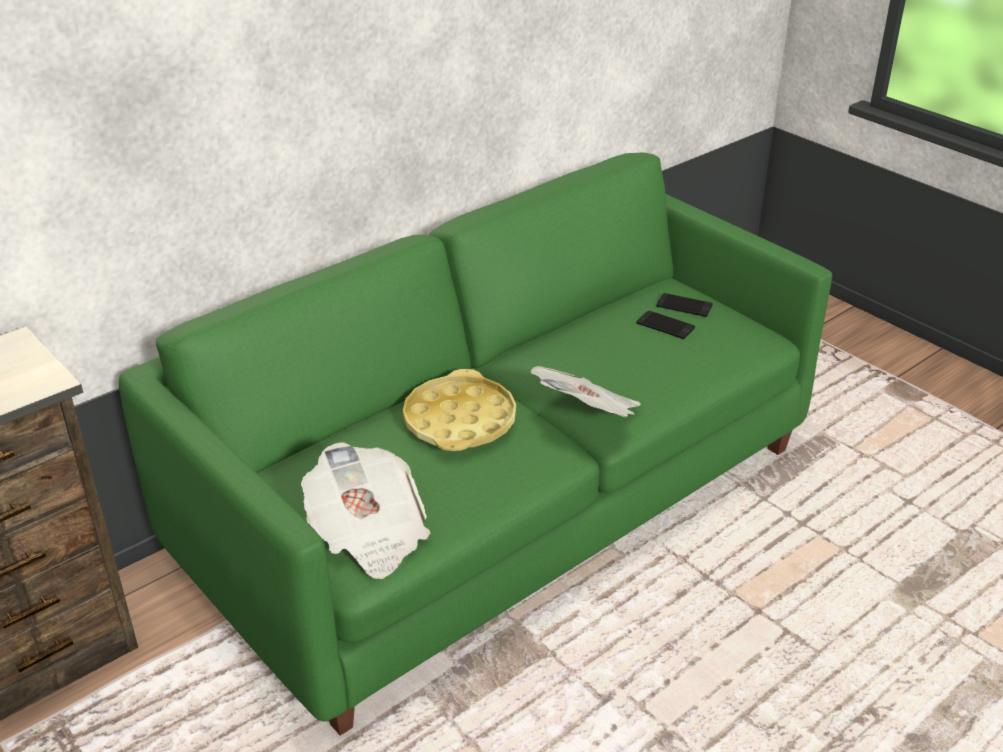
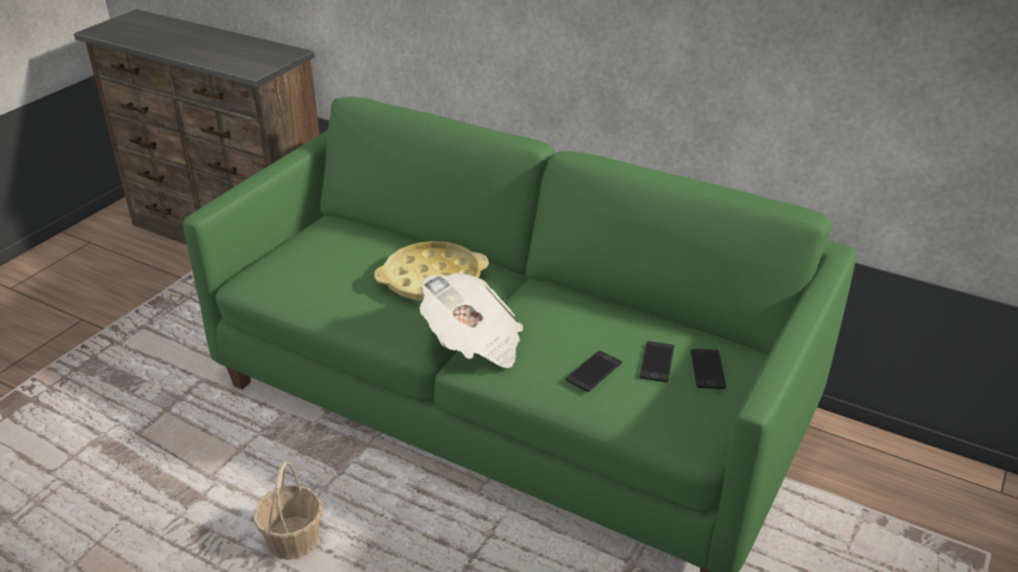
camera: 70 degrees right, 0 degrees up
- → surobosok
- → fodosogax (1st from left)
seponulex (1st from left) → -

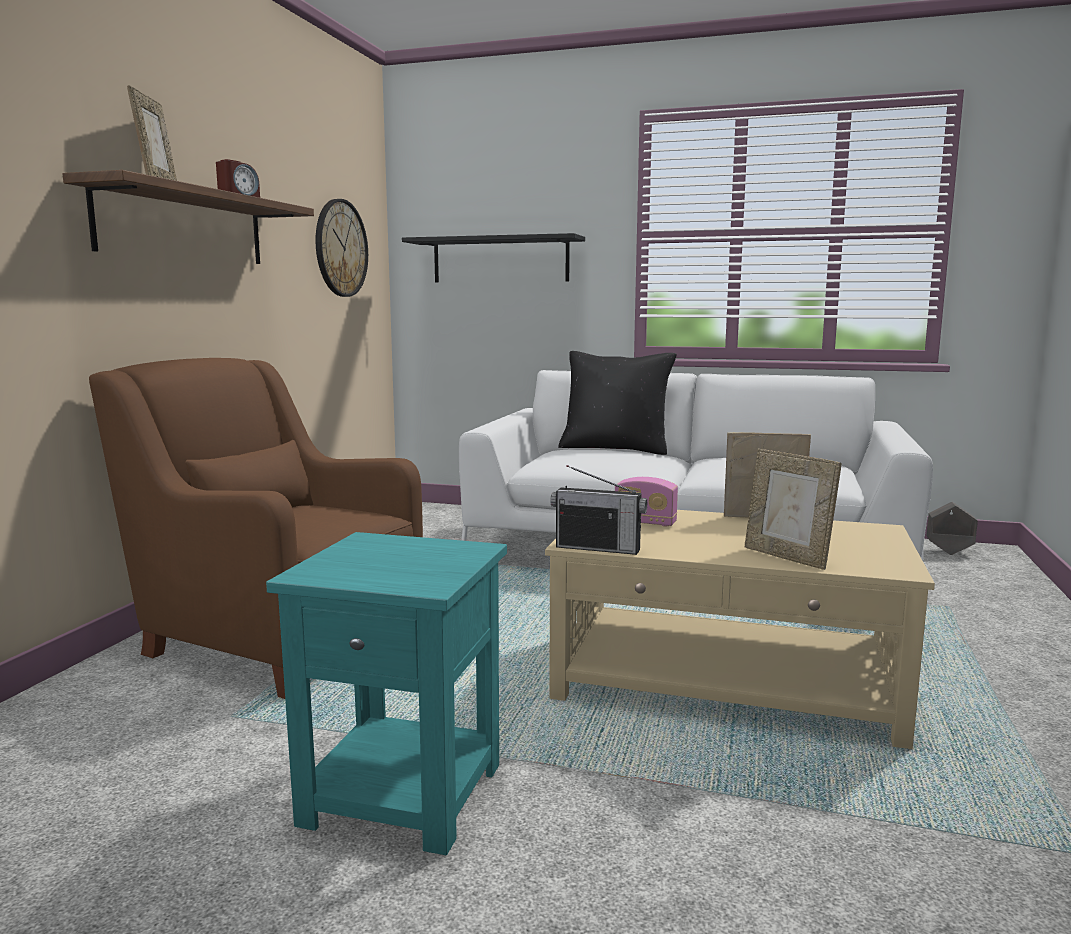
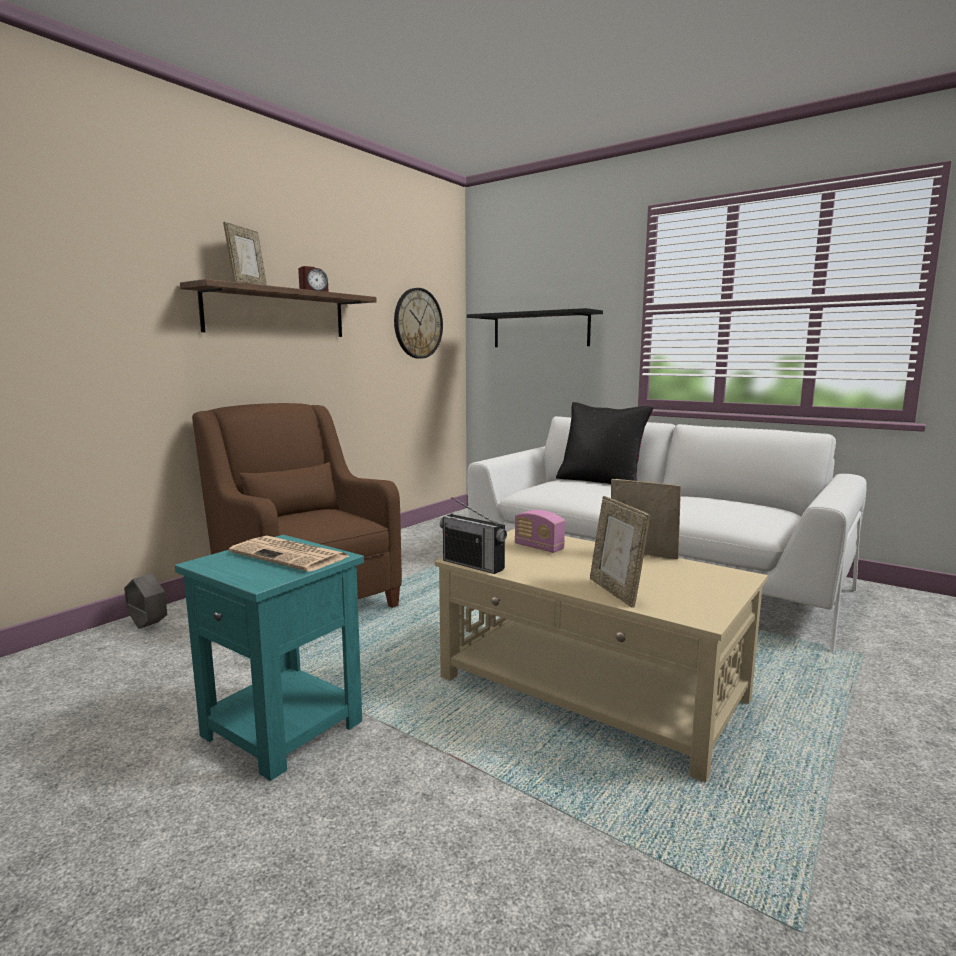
camera: 20 degrees right, 0 degrees up
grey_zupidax, move
- → seponulex

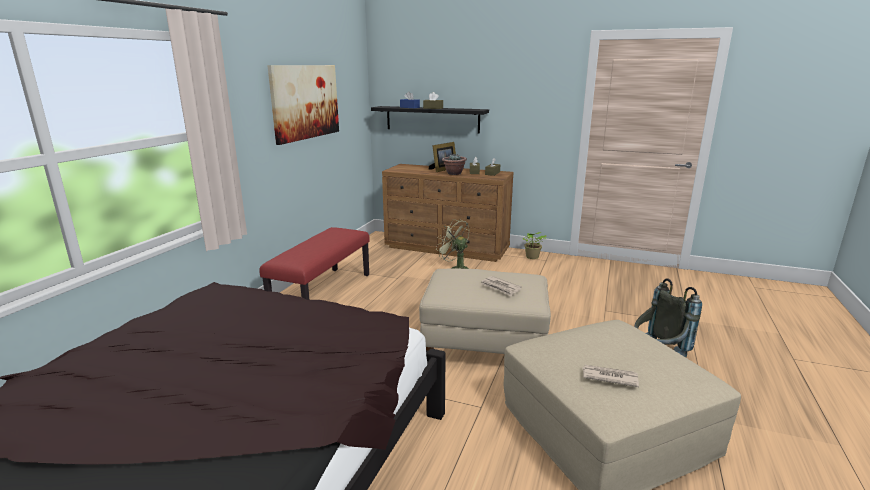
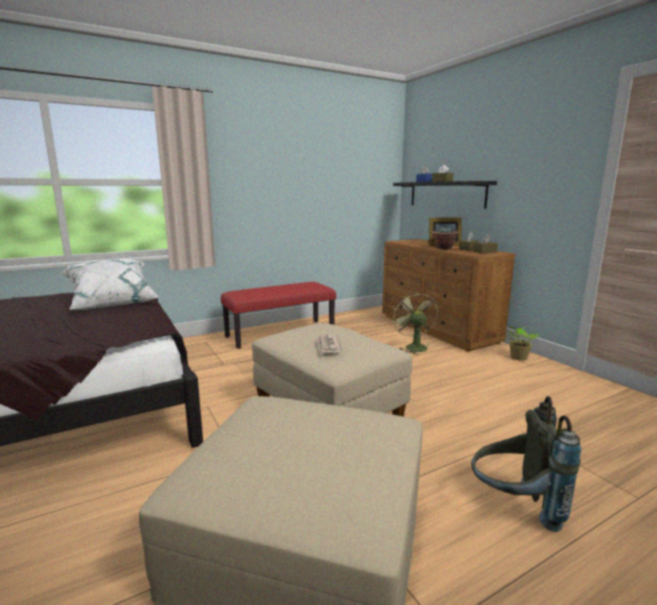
camera: 40 degrees right, 5 degrees down
- → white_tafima
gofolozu → -
seponulex (2nd from left) → -

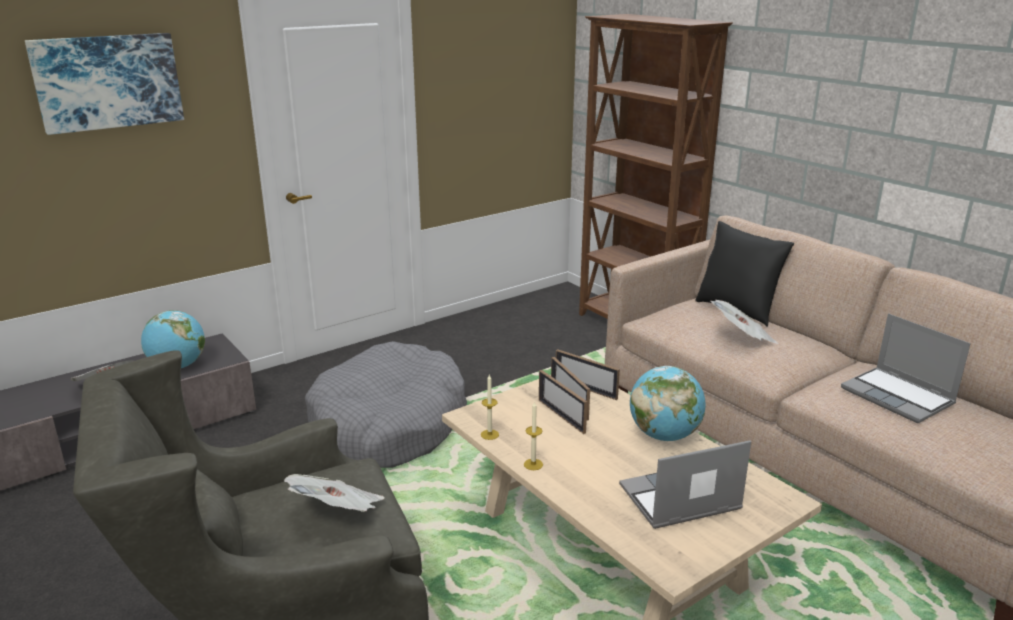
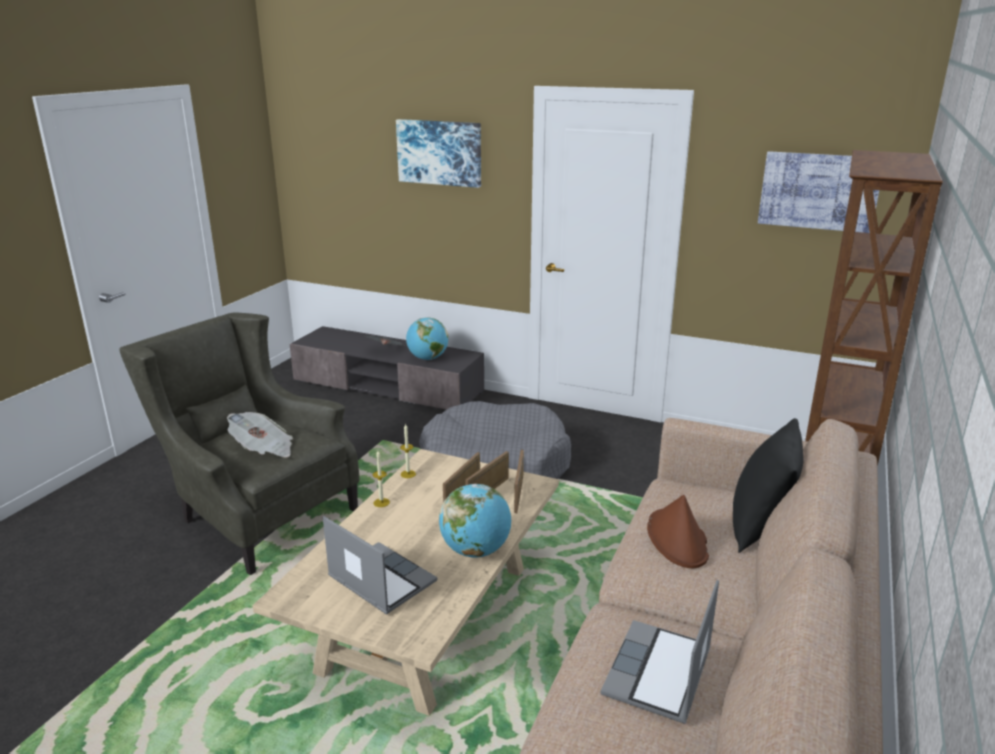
camera: 60 degrees right, 0 degrees up
seponulex (3rd from left) → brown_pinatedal
- → gofolozu (2nd from left)

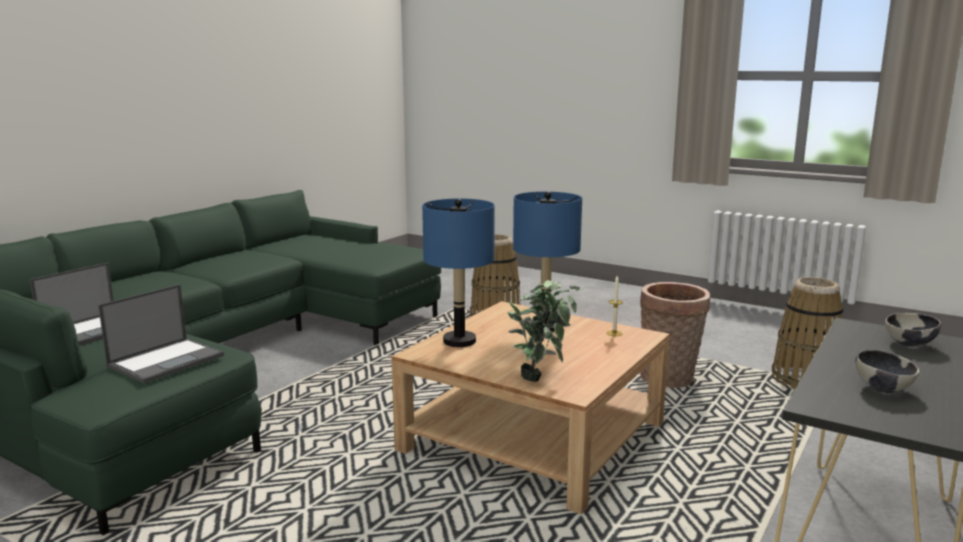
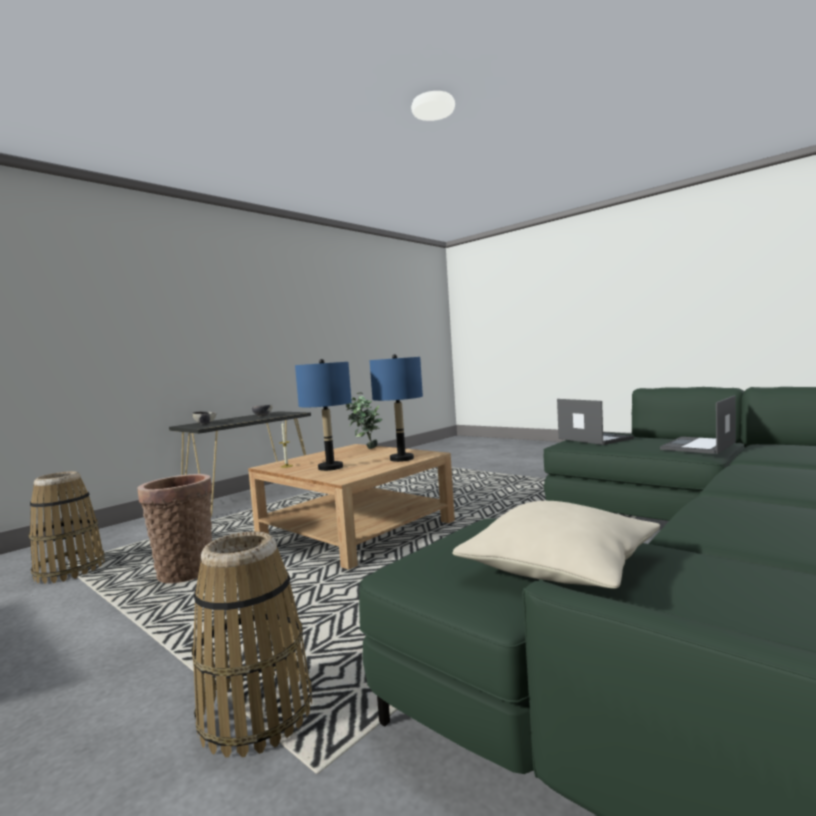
camera: 170 degrees left, 10 degrees down
- → beige_tafima
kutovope (2nd from left in the first image) → kutovope (1st from left), 105 degrees clockwise

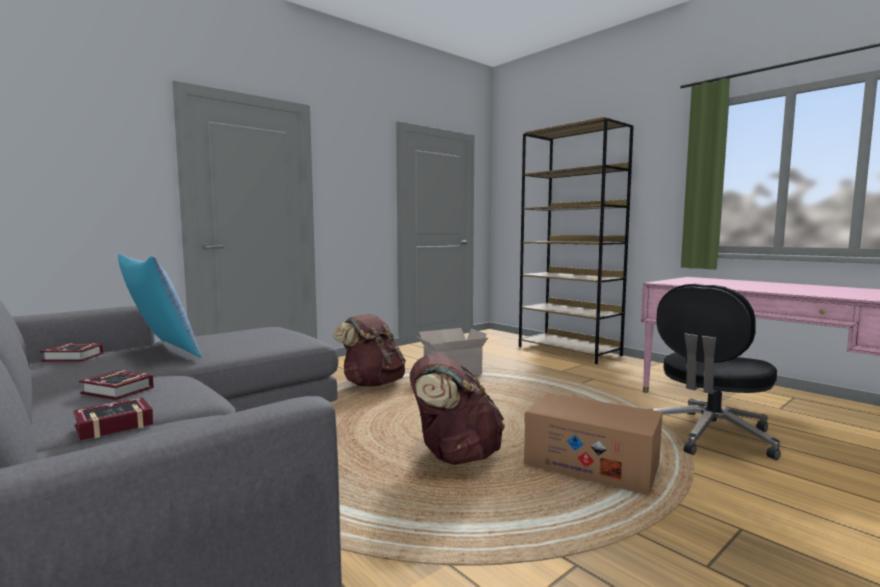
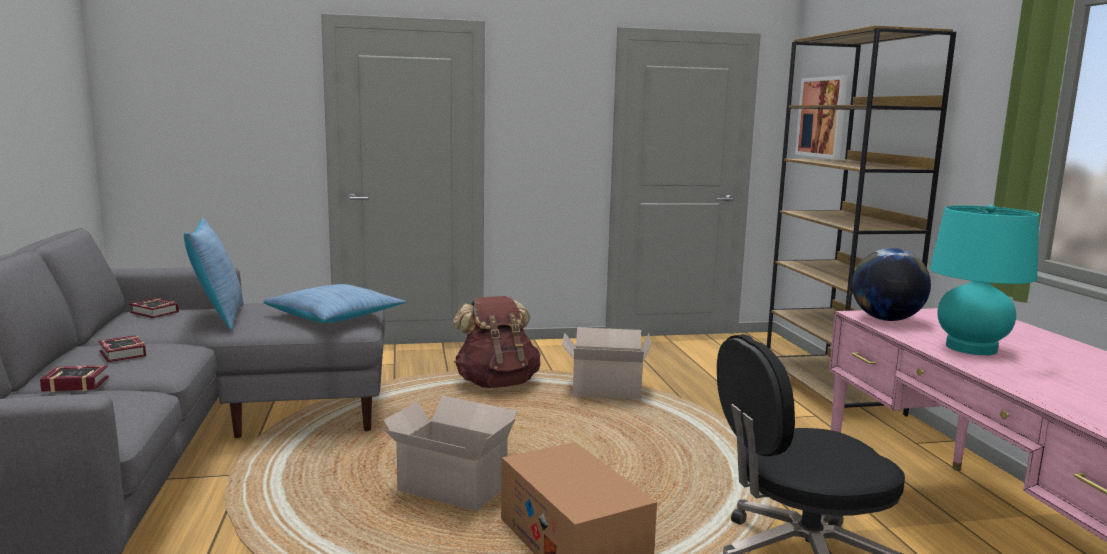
camera: 30 degrees right, 5 degrees up
- → tafima (2nd from left)
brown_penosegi (2nd from left) → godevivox (1st from left)
- → gofolozu
- → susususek
- → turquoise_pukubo

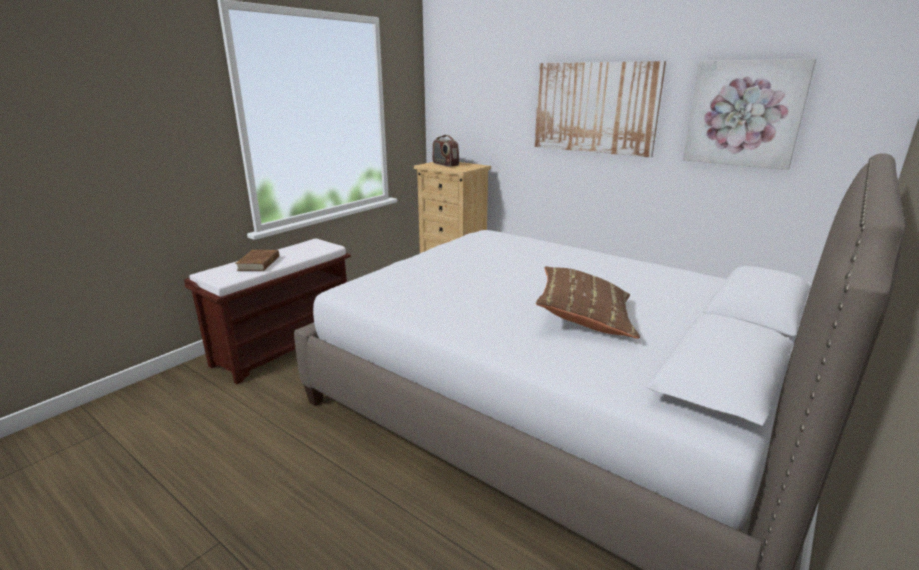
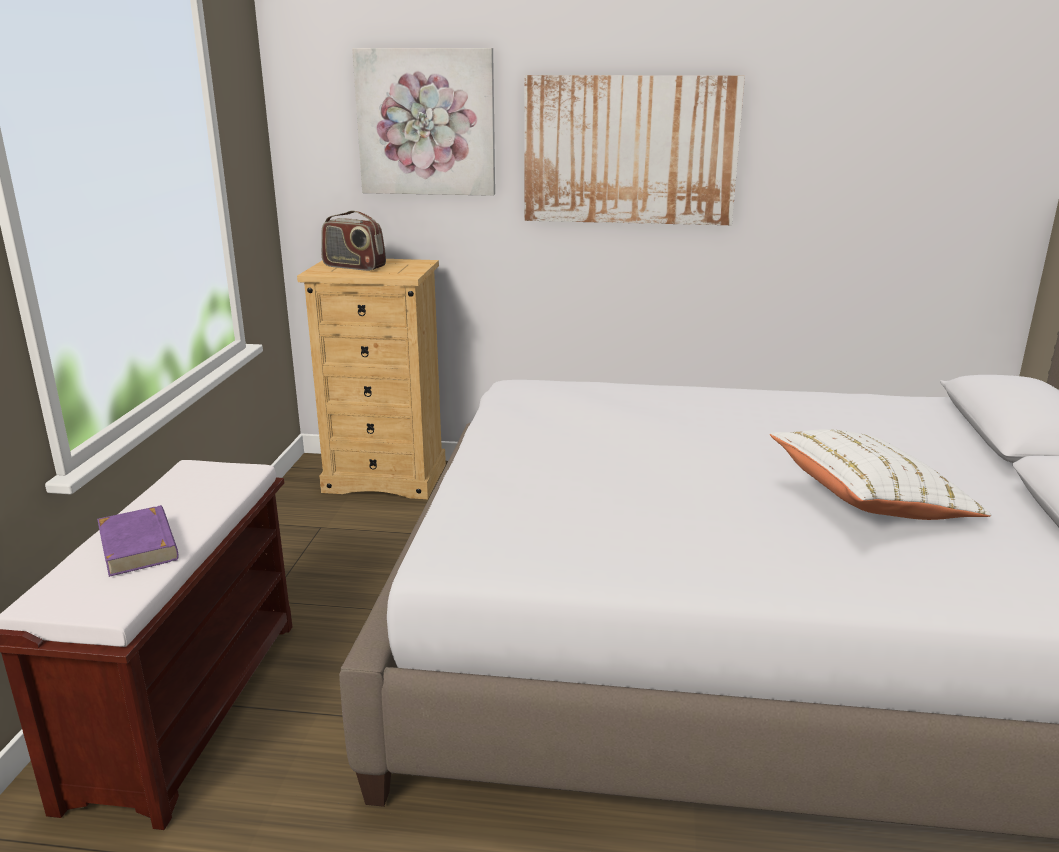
camera: 30 degrees left, 0 degrees up
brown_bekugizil → purple_bekugizil
gofolozu (2nd from left in the first image) → gofolozu (1st from left), move
brown_tafima → white_tafima

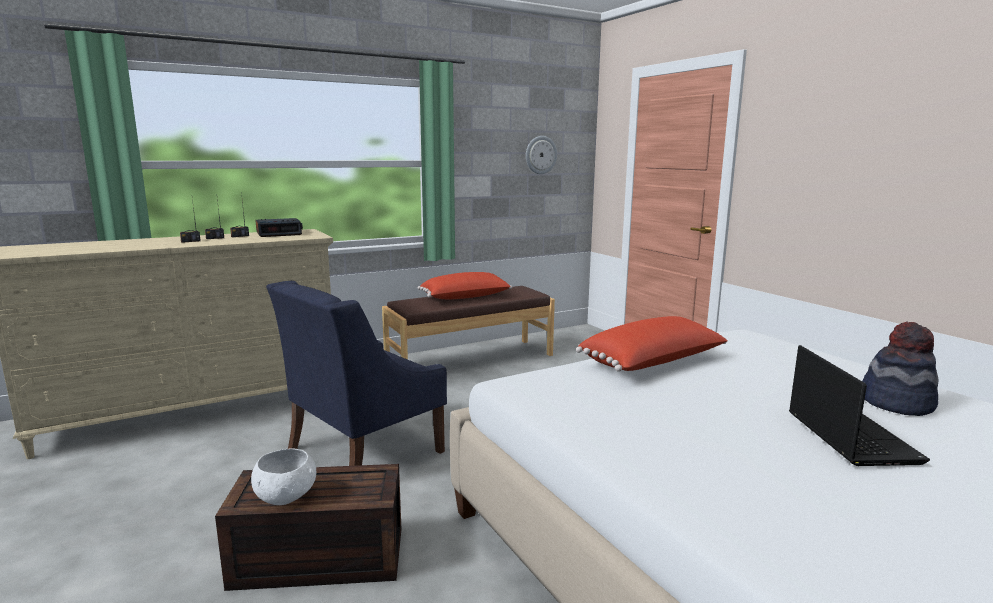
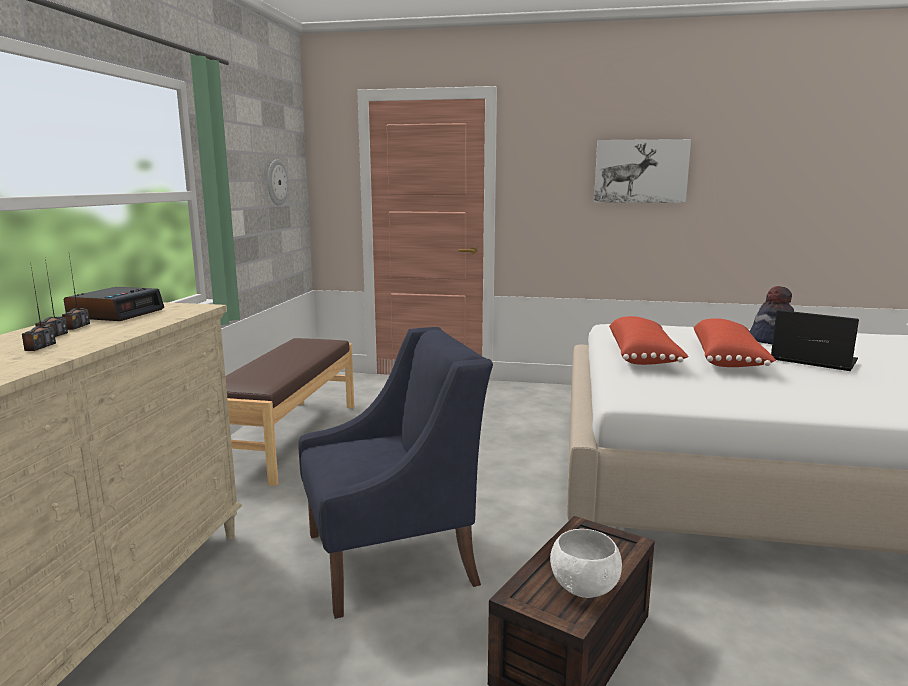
camera: 50 degrees left, 0 degrees up
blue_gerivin, 105 degrees counterclockwise
- → gofolozu
red_tafima (1st from left in the first image) → red_tafima (2nd from left), move

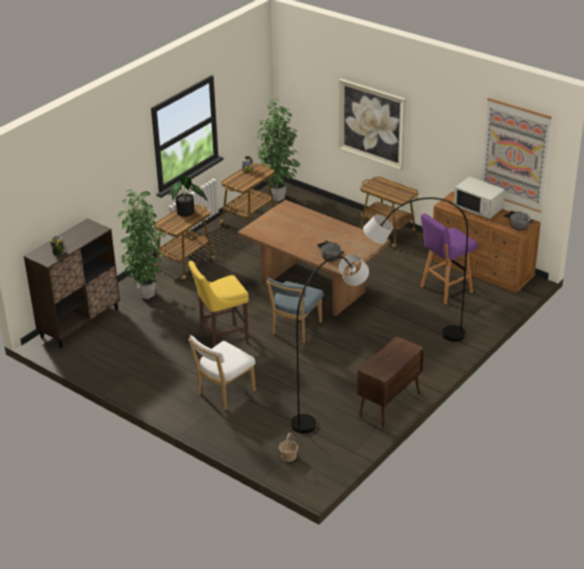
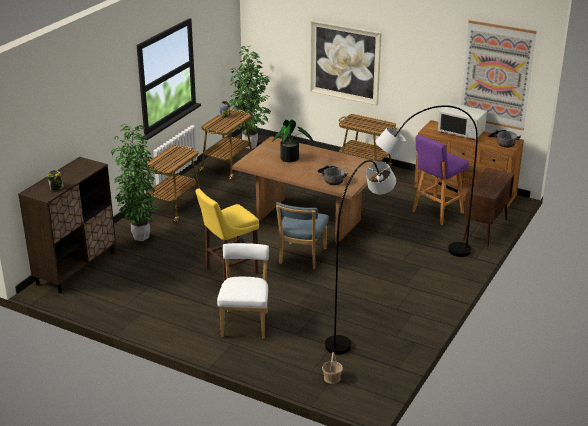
camera: 10 degrees left, 5 degrees down
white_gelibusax, 150 degrees clockwise
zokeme (2nd from left in the first image) → zokeme (3rd from left), move
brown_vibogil (2nd from left), move

